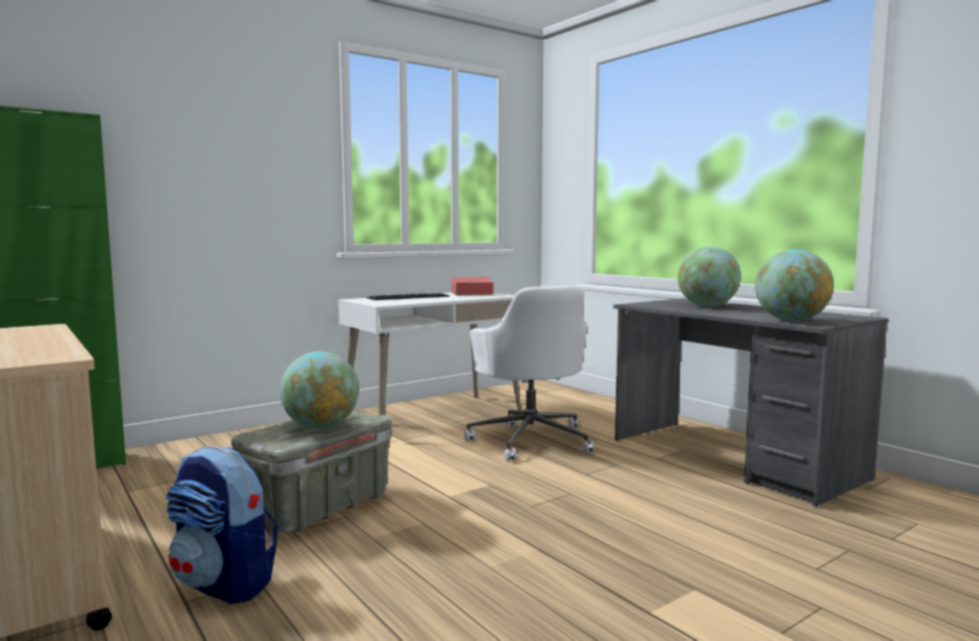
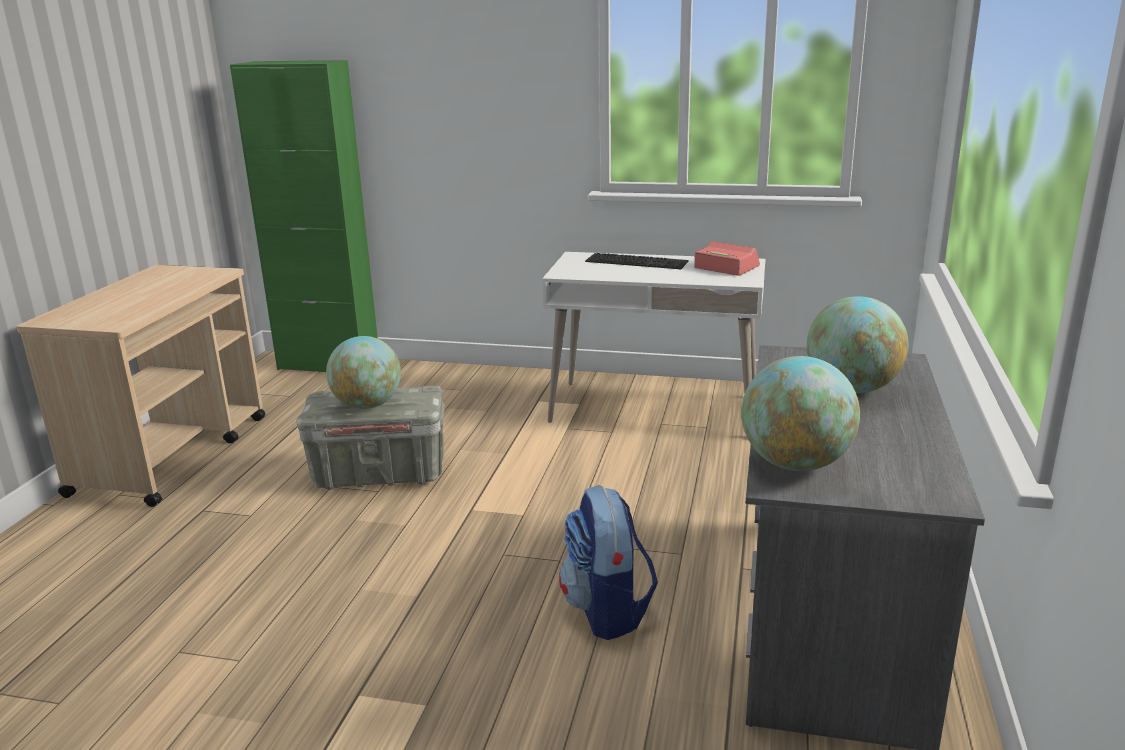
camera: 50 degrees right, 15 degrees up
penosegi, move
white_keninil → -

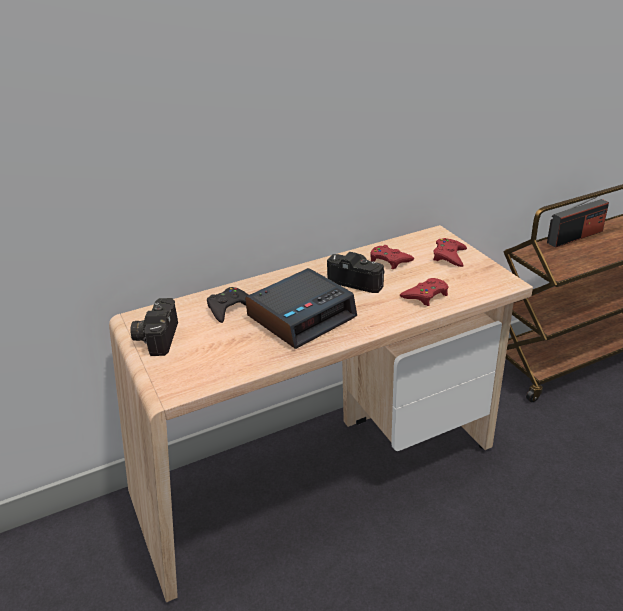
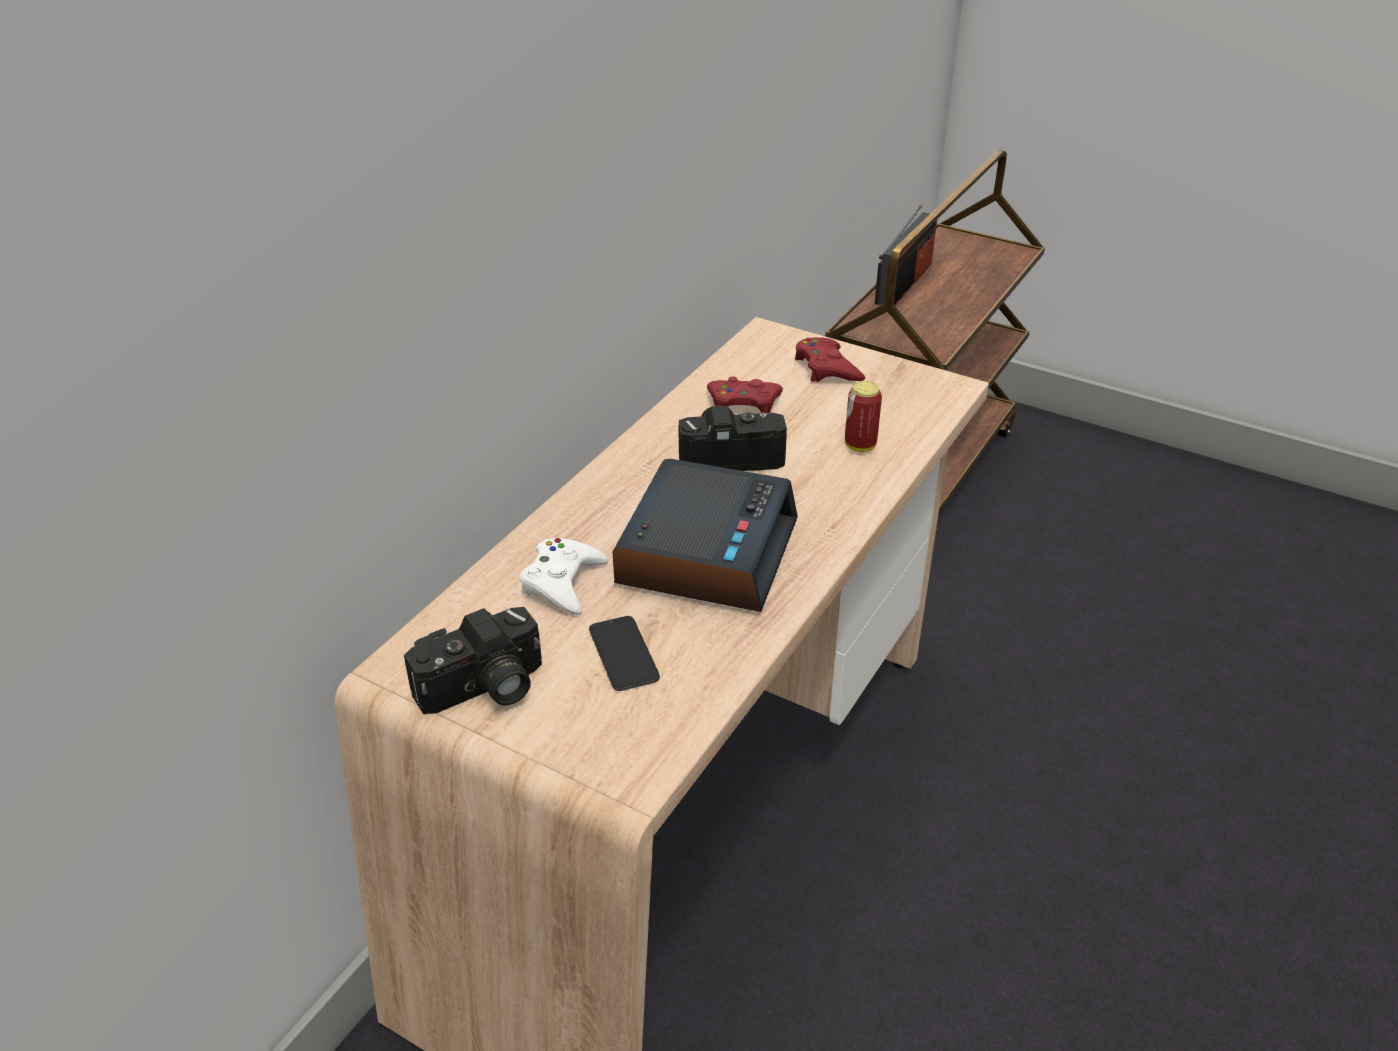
camera: 35 degrees left, 5 degrees up
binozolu (1st from left), 90 degrees counterclockwise
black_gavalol → white_gavalol
- → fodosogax
red_gavalol (2nd from left) → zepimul

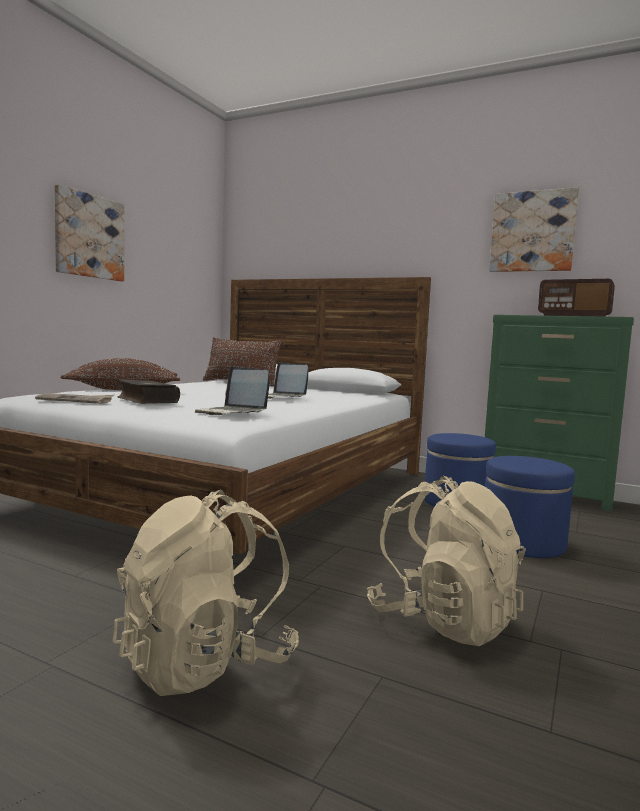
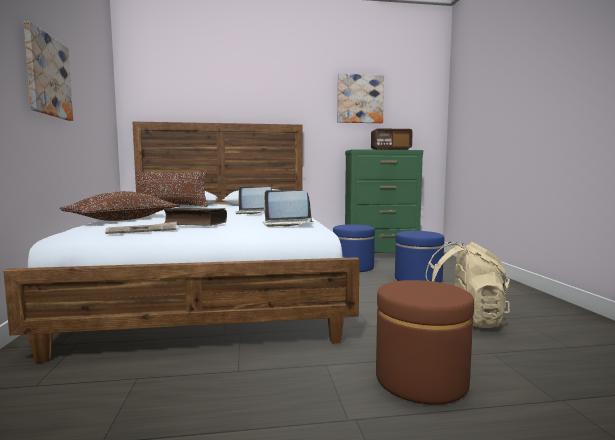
camera: 35 degrees left, 0 degrees up
beige_penosegi (1st from left) → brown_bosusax

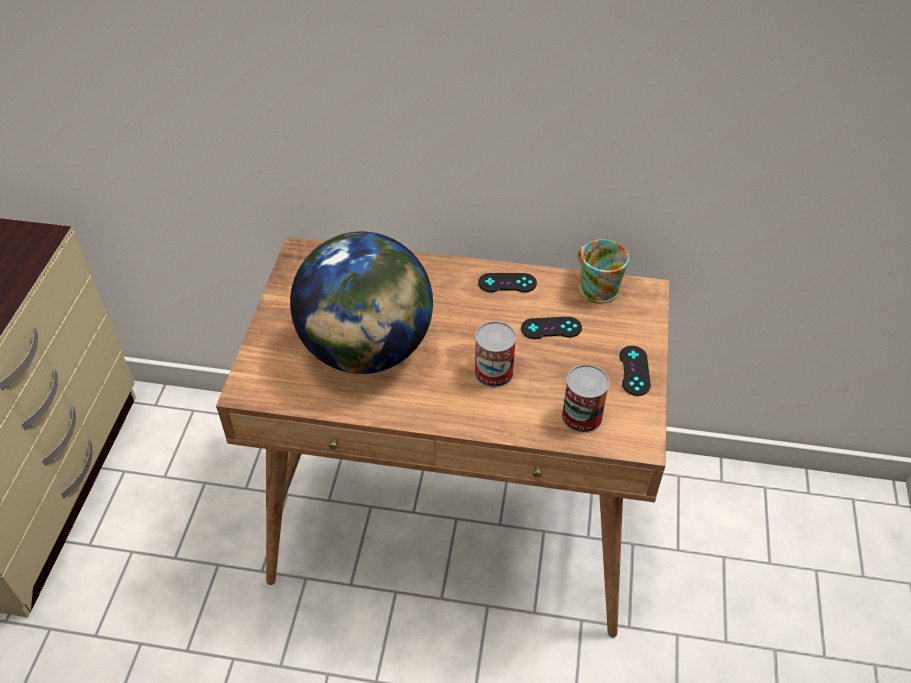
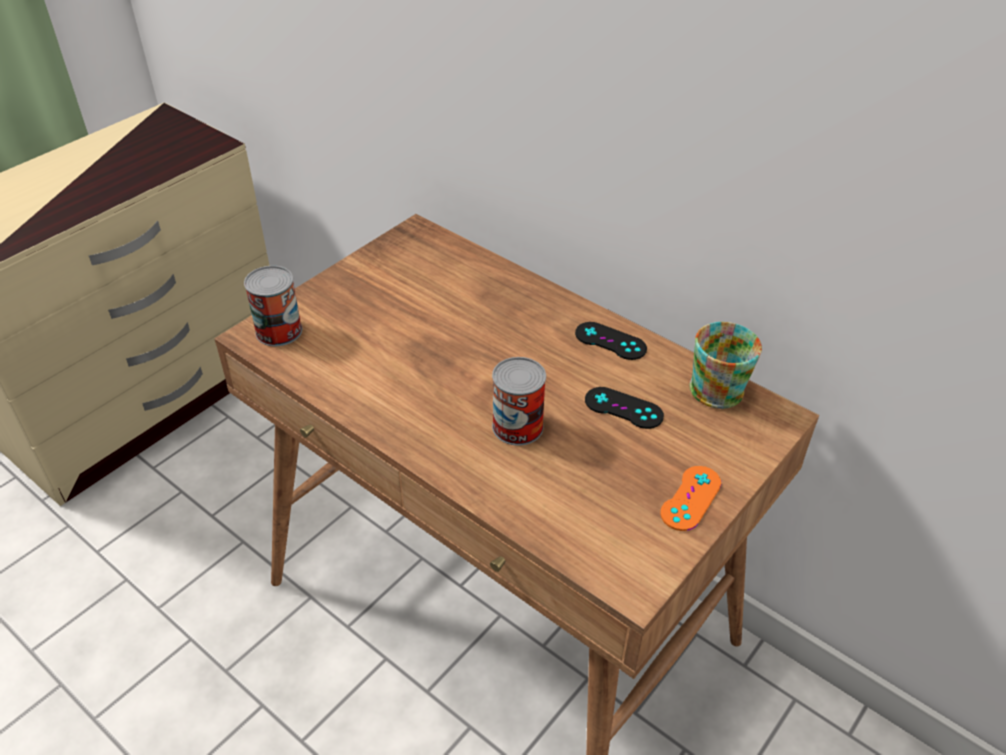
camera: 30 degrees right, 5 degrees down
zepimul (2nd from left in the first image) → zepimul (1st from left), move
black_gavalol (3rd from left) → orange_gavalol
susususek → -

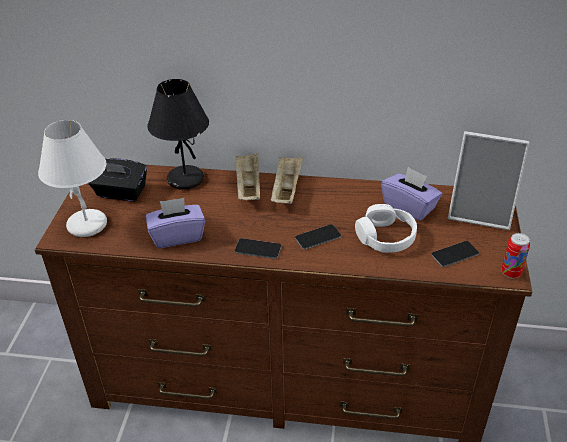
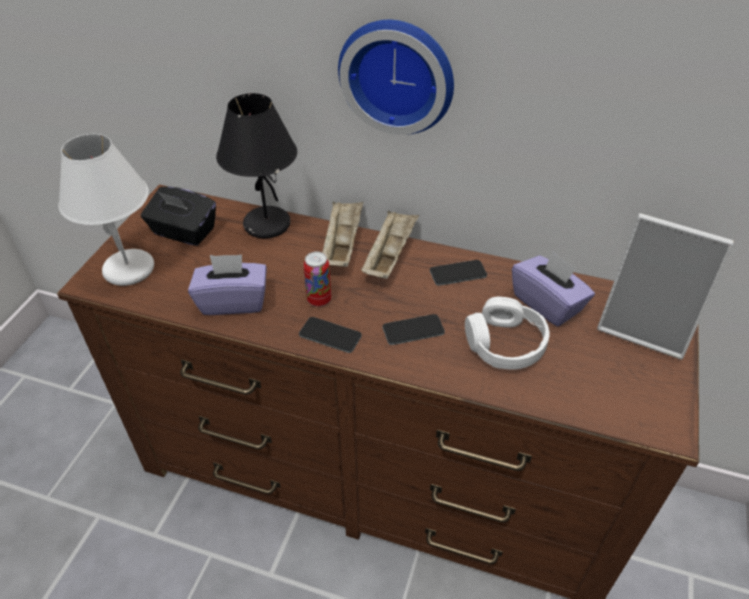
camera: 10 degrees right, 5 degrees up
zepimul, move
- → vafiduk
fodosogax (3rd from left), move

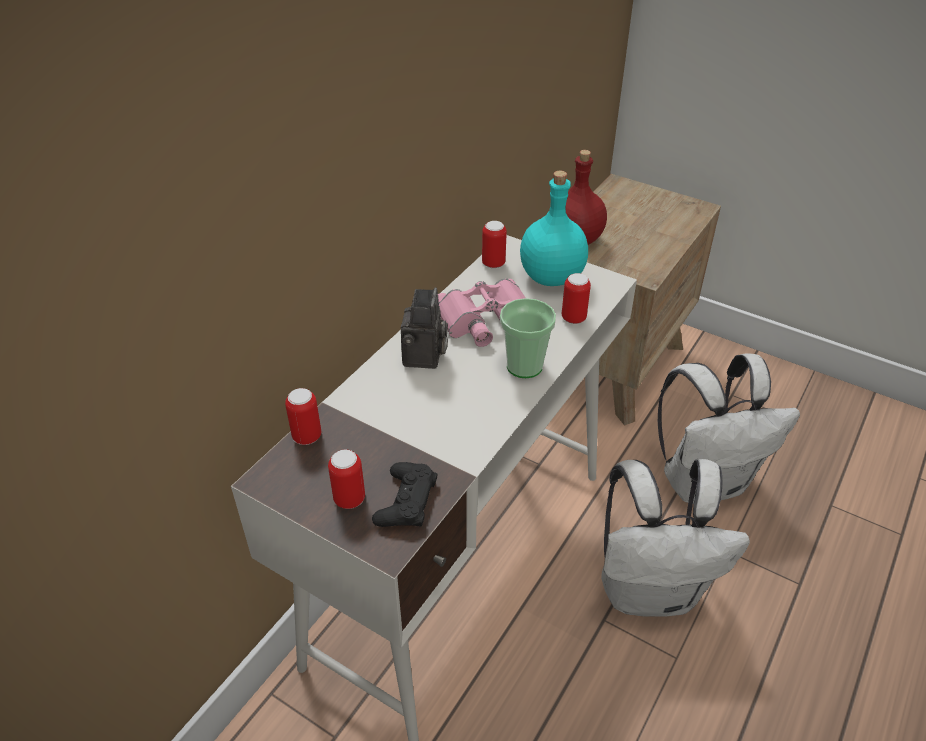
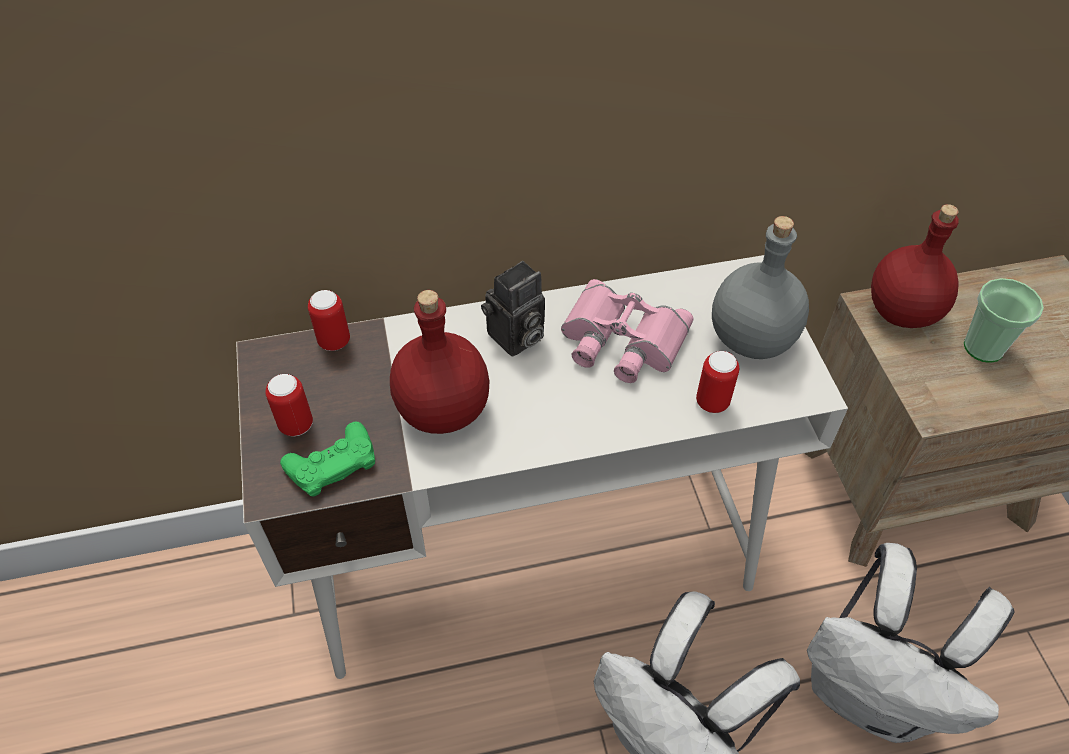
camera: 45 degrees right, 10 degrees up
black_gavalol → green_gavalol
- → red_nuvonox (1st from left)
turquoise_nuvonox → grey_nuvonox
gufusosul, move
zepimul (3rd from left) → -

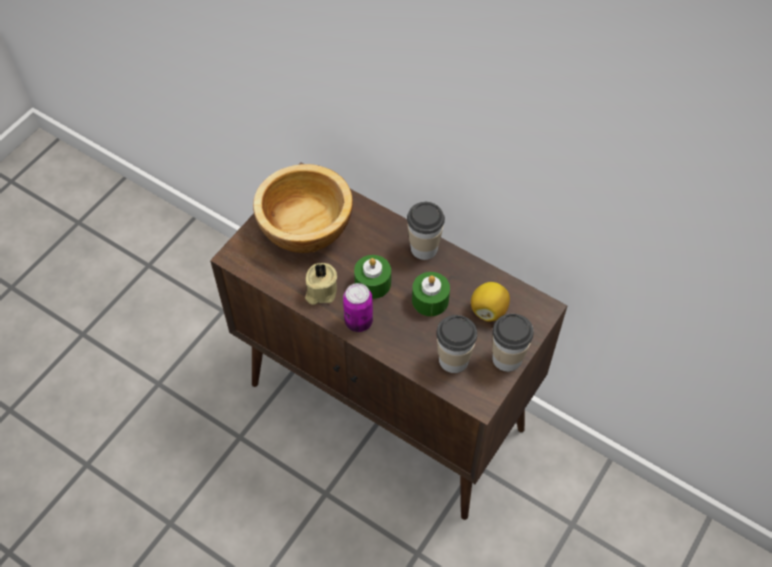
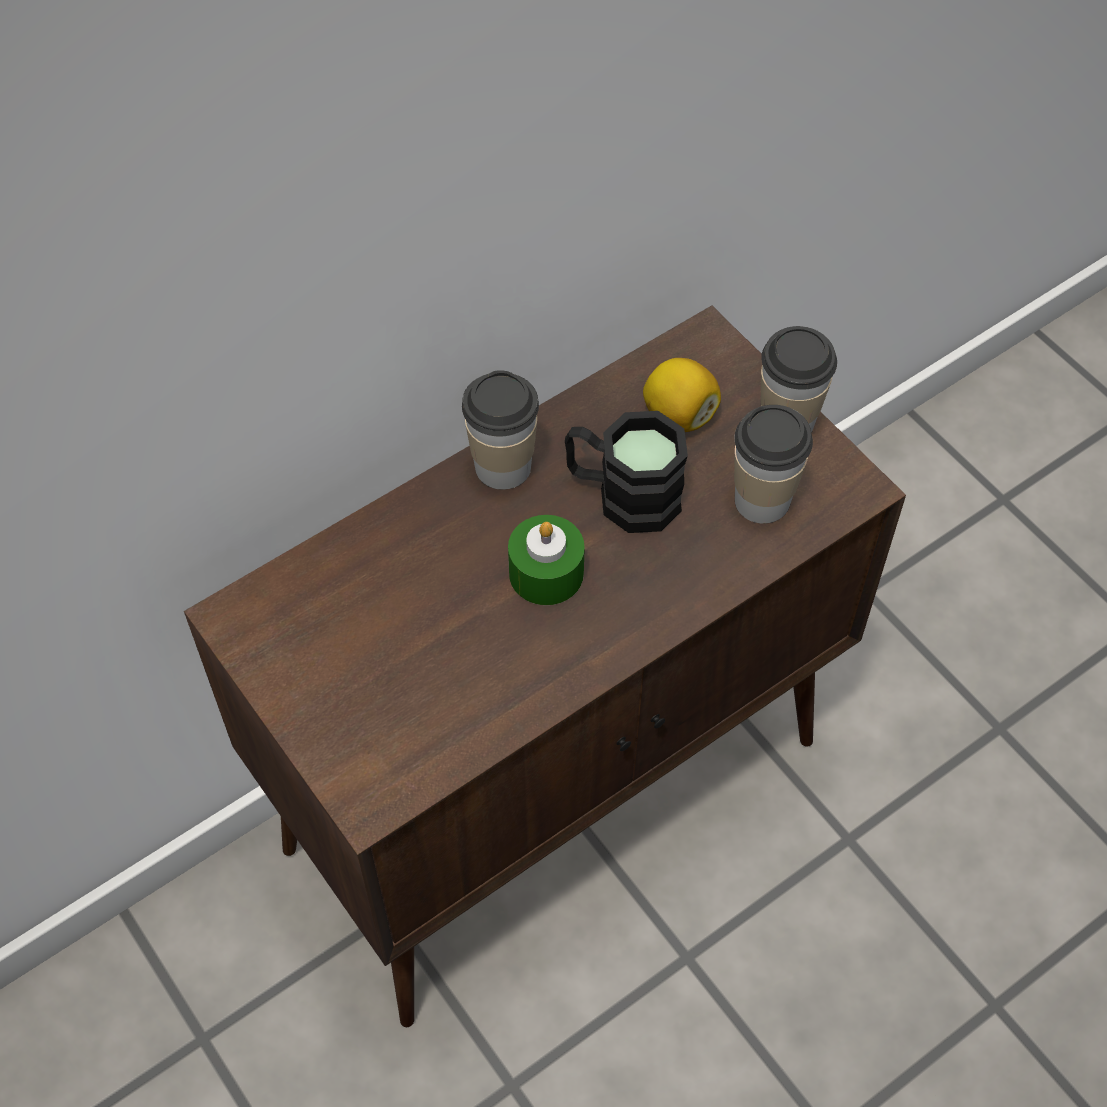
camera: 70 degrees left, 0 degrees up
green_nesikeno (2nd from left) → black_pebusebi
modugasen → -
beige_nesikeno → -
zepimul → -

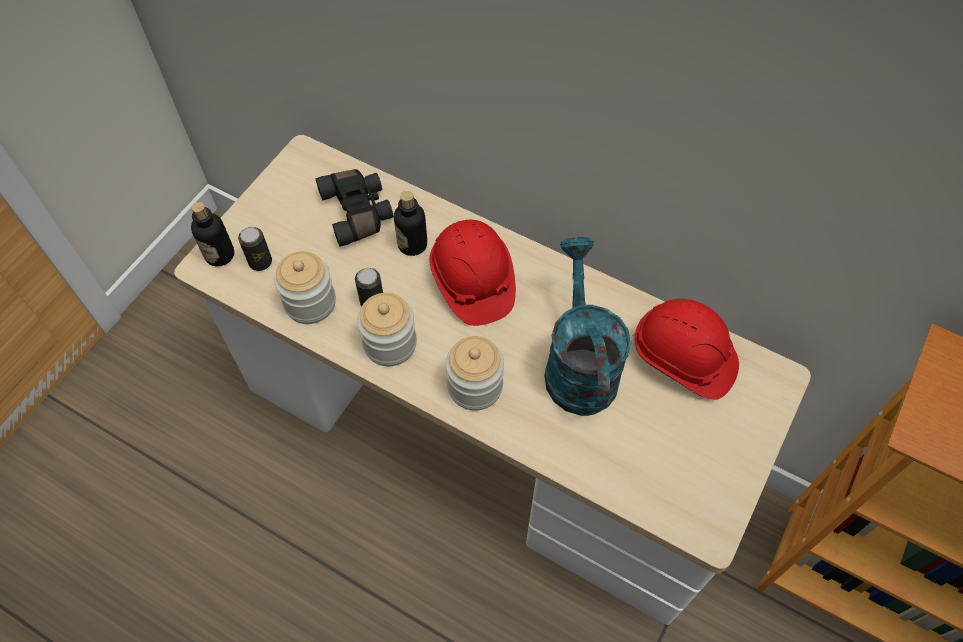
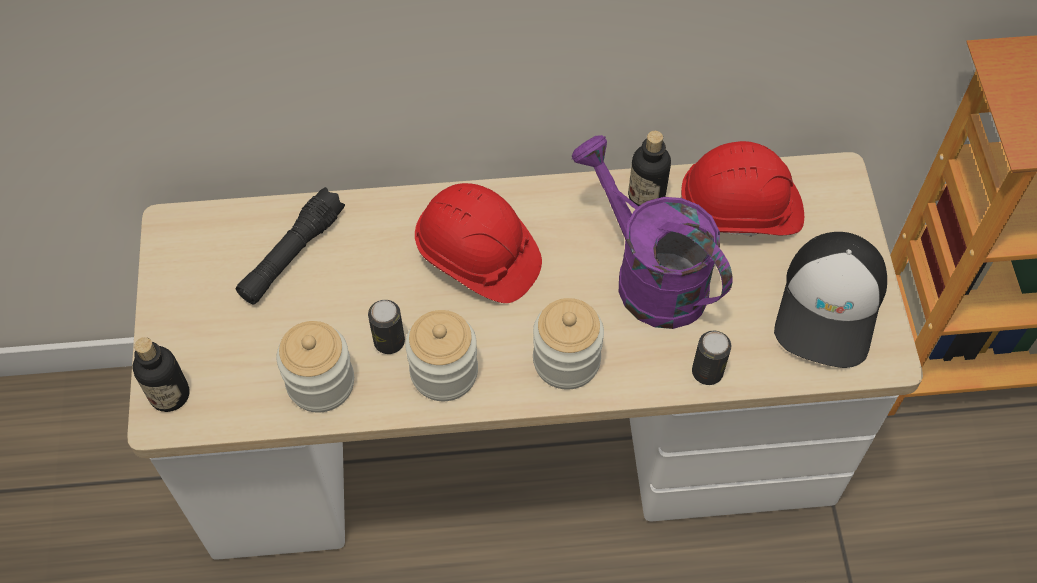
camera: 35 degrees left, 0 degrees up
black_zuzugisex → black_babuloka
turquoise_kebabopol → purple_kebabopol
nuvonox (2nd from left), move
zepimul (1st from left in the first image) → zepimul (2nd from left), move
- → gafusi

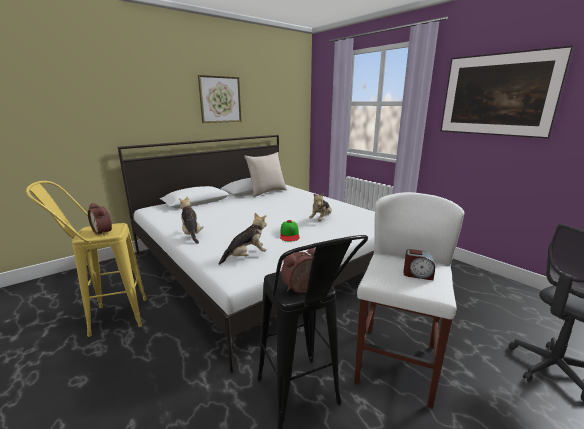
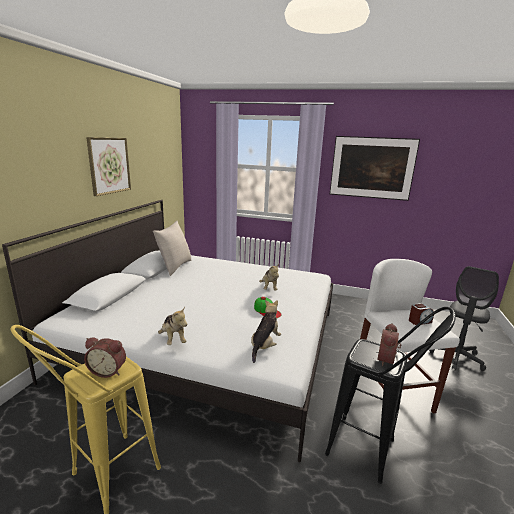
camera: 35 degrees left, 0 degrees up
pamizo (1st from left), 150 degrees counterclockwise

